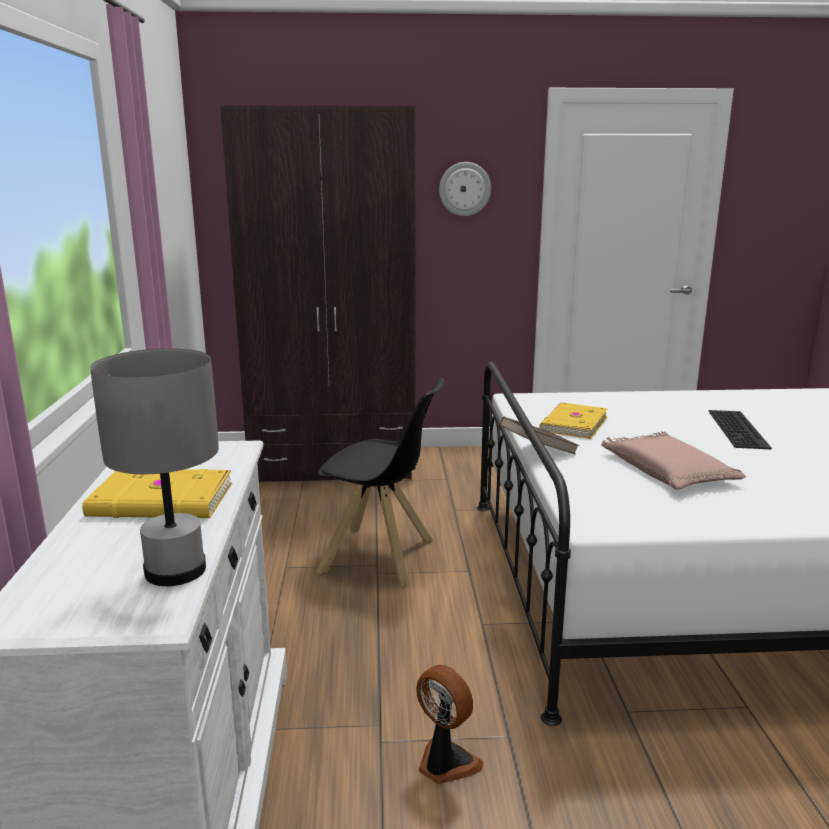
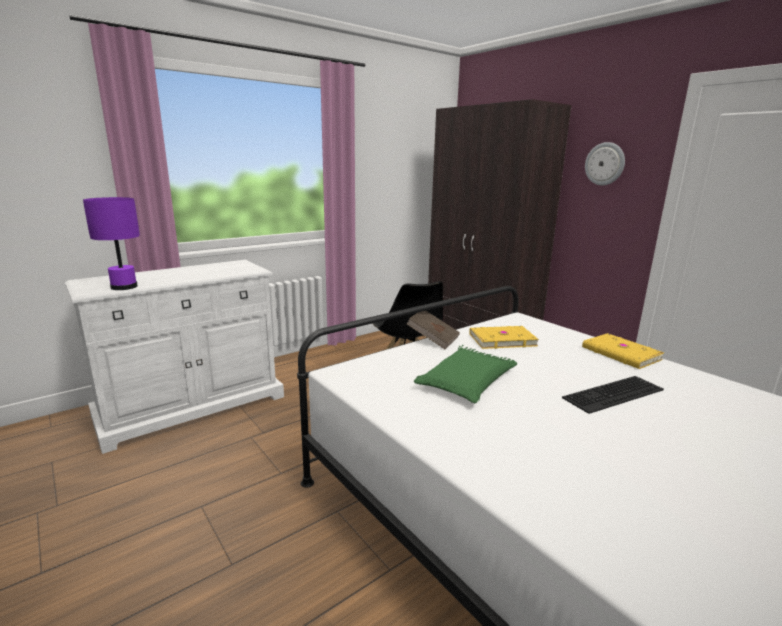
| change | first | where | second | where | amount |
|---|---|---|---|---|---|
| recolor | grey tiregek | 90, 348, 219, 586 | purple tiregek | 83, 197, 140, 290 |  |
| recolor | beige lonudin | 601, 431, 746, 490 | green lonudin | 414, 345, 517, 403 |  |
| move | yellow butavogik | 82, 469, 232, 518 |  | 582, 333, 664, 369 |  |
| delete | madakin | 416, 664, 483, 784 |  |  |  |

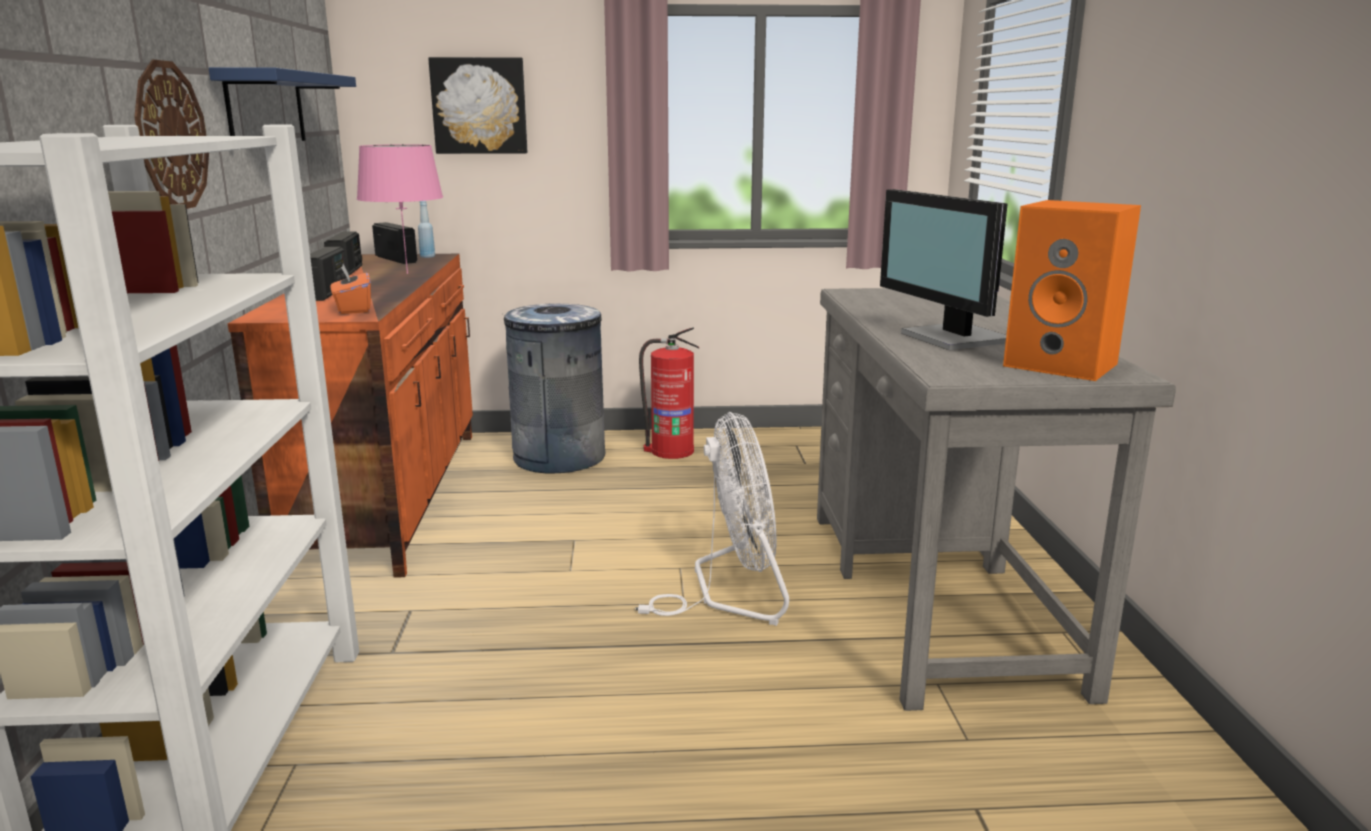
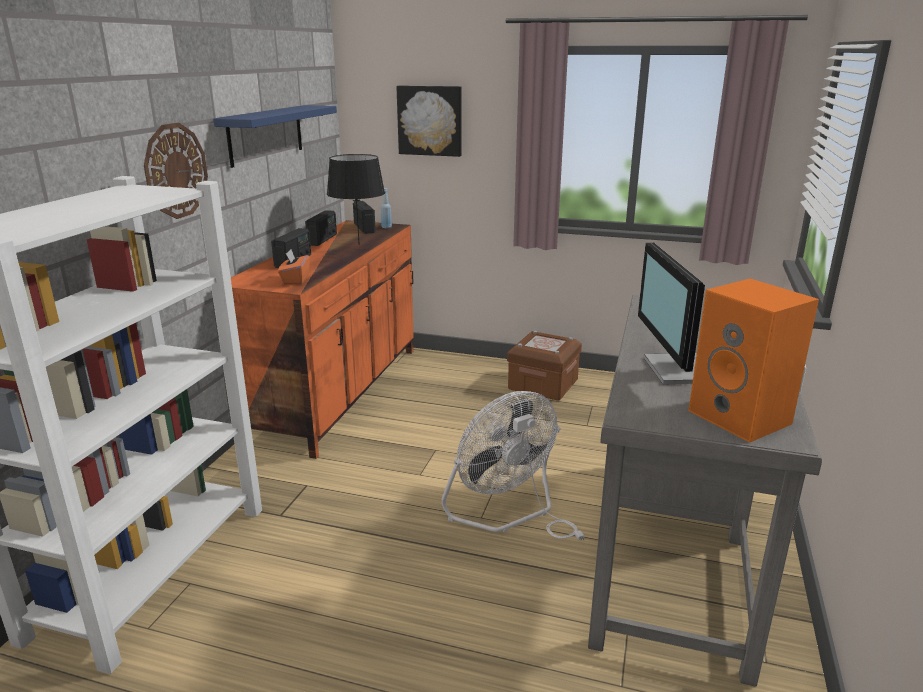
| change | first | where | second | where | amount |
|---|---|---|---|---|---|
| recolor | pink tiregek | 357, 144, 443, 274 | black tiregek | 327, 154, 385, 241 |  |
| rotate | white madakin | 634, 412, 789, 626 |  | 442, 391, 585, 540 | 135 degrees counterclockwise |
| replace | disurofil | 639, 327, 699, 459 | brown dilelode | 507, 331, 582, 401 |  |
| delete | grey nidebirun | 504, 304, 606, 473 |  |  |  |

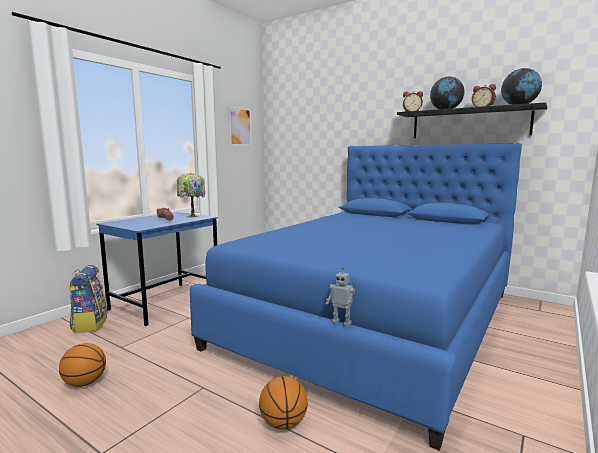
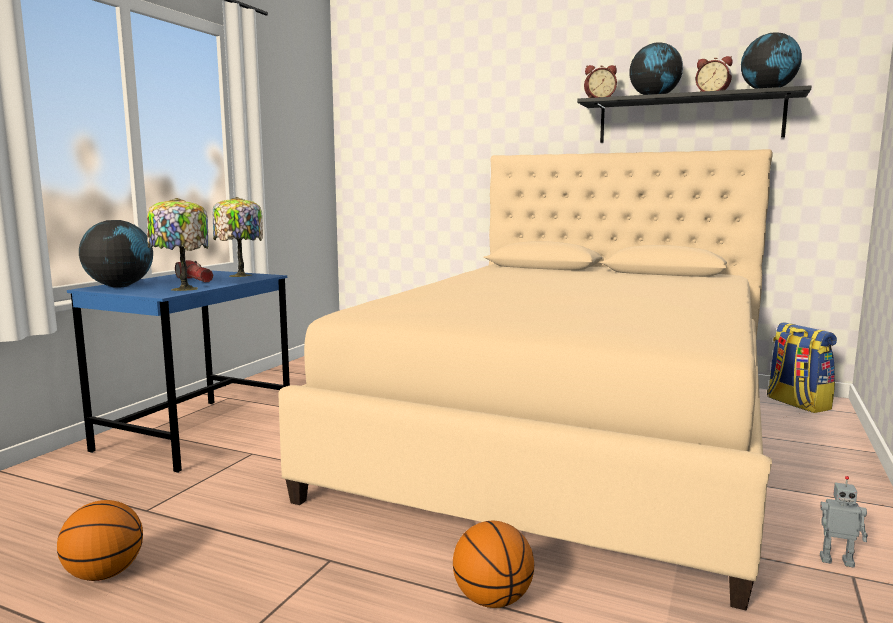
| change | first | where | second | where | amount |
|---|---|---|---|---|---|
| insert |  |  | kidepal | 79, 220, 153, 288 |  |
| insert |  |  | tiregek | 147, 198, 208, 291 |  |
| recolor | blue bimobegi | 190, 143, 522, 451 | beige bimobegi | 278, 149, 773, 611 |  |
| move | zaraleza | 69, 265, 107, 333 |  | 767, 322, 837, 413 |  |
| move | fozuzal | 326, 267, 355, 327 |  | 820, 476, 868, 568 |  |
| delete | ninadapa | 228, 106, 252, 146 |  |  |  |

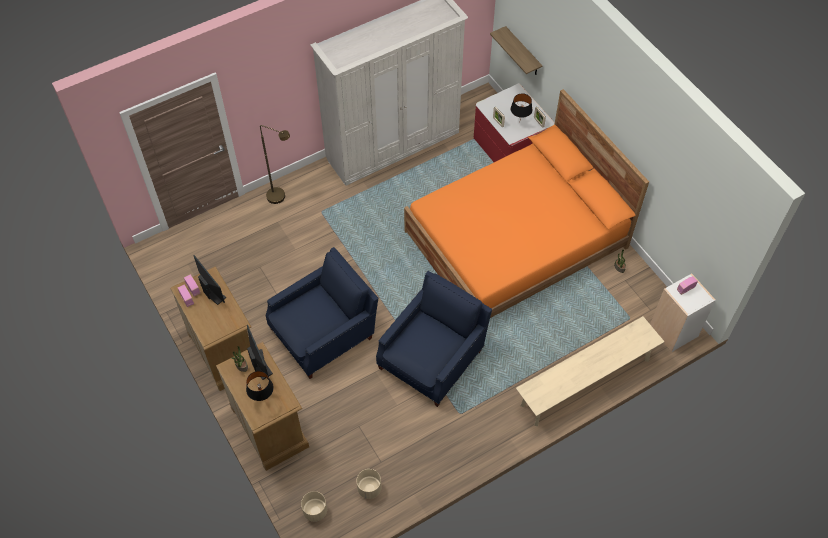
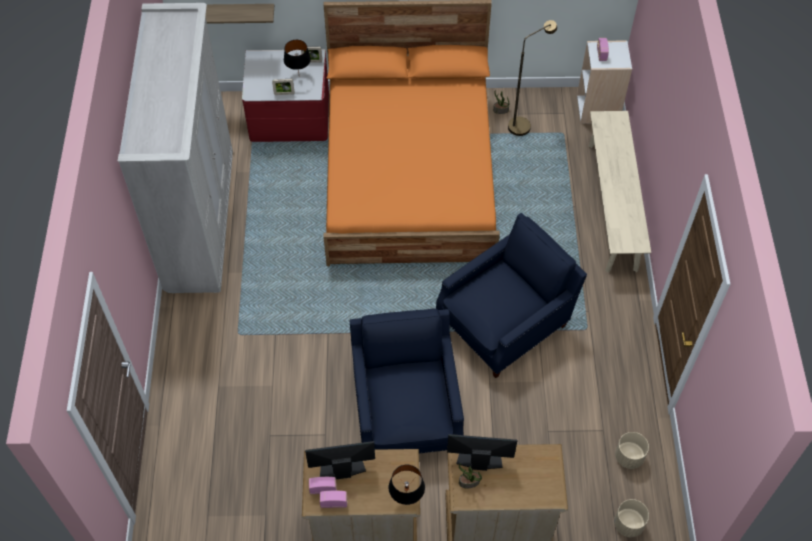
| change | first | where | second | where | amount |
|---|---|---|---|---|---|
| move | black tiregek | 246, 371, 274, 401 |  | 389, 465, 425, 505 |  |
| rotate | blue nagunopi | 376, 271, 492, 407 |  | 436, 213, 587, 378 | 75 degrees clockwise |
| move | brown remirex | 260, 125, 290, 204 |  | 508, 20, 557, 136 |  |

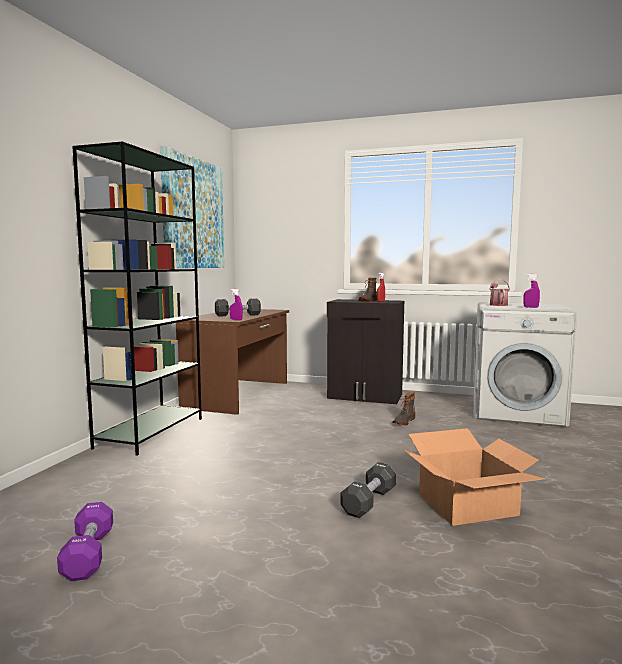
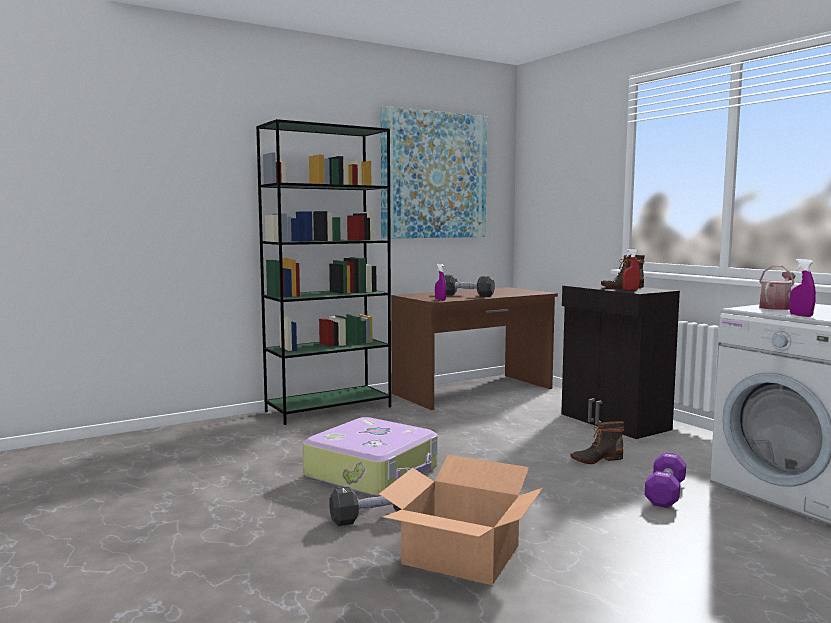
| change | first | where | second | where | amount |
|---|---|---|---|---|---|
| insert |  |  | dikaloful | 303, 417, 438, 497 |  |
| move | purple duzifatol | 57, 502, 113, 581 |  | 645, 452, 686, 508 |  |

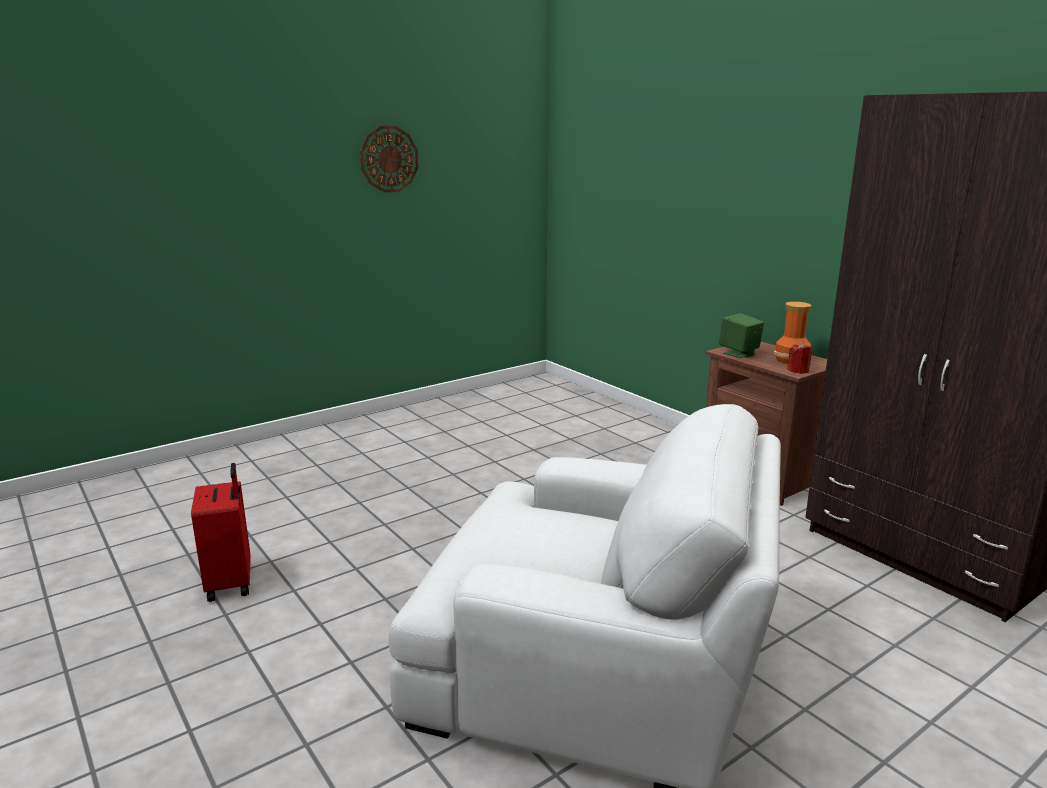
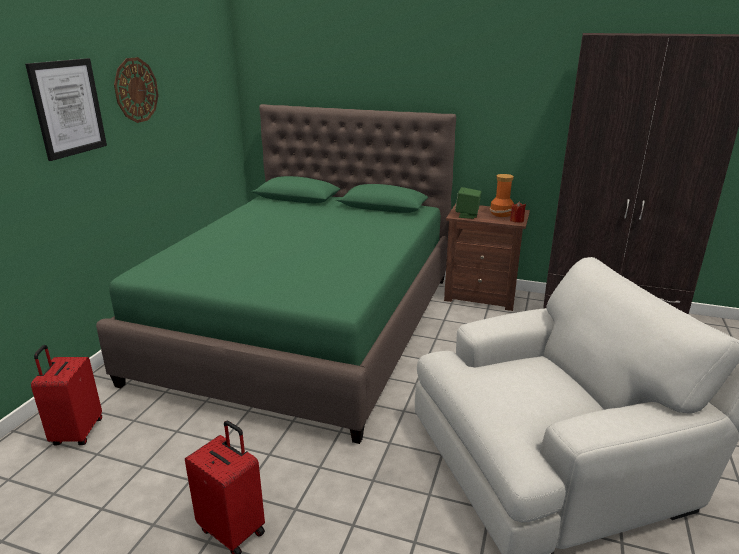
| change | first | where | second | where | amount |
|---|---|---|---|---|---|
| insert |  |  | ninadapa | 25, 58, 107, 161 |  |
| insert |  |  | red dikaloful | 31, 345, 102, 445 |  |
| insert |  |  | green bimobegi | 96, 104, 456, 444 |  |

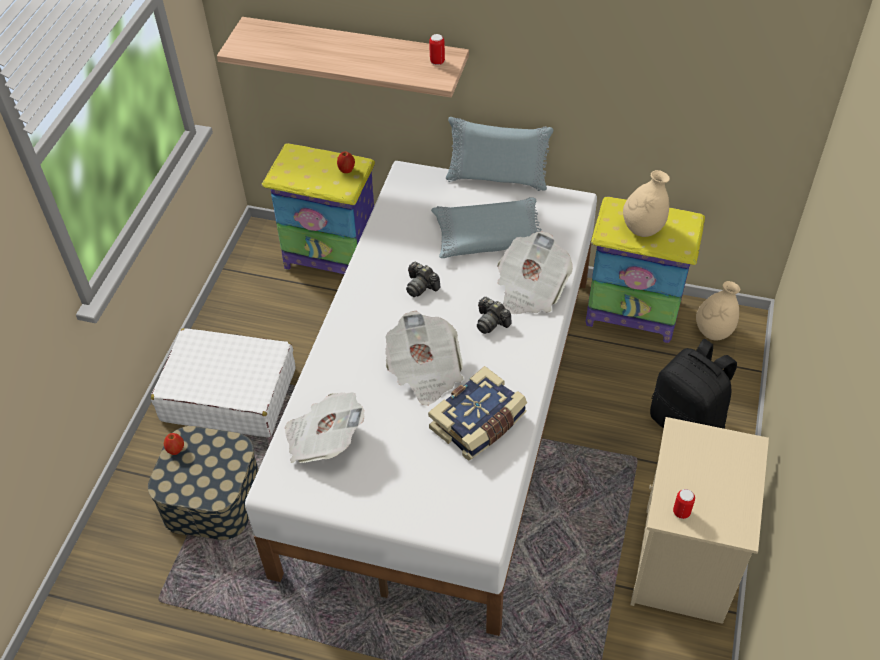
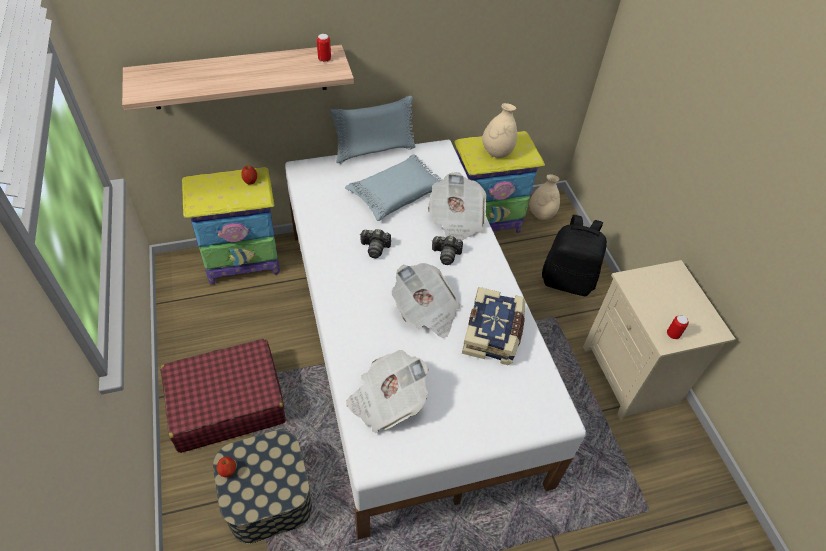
| change | first | where | second | where | amount |
|---|---|---|---|---|---|
| recolor | white dikaloful | 151, 328, 296, 437 | red dikaloful | 160, 338, 286, 453 |  |

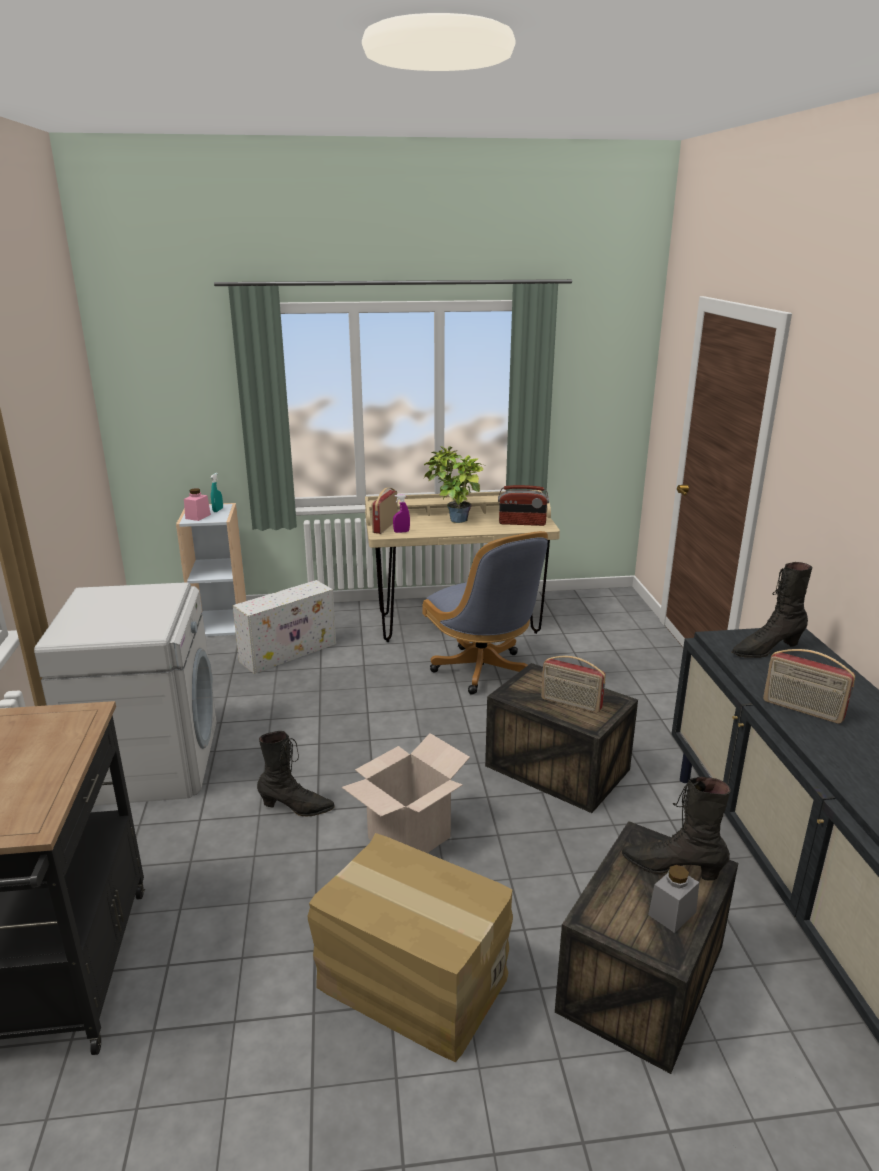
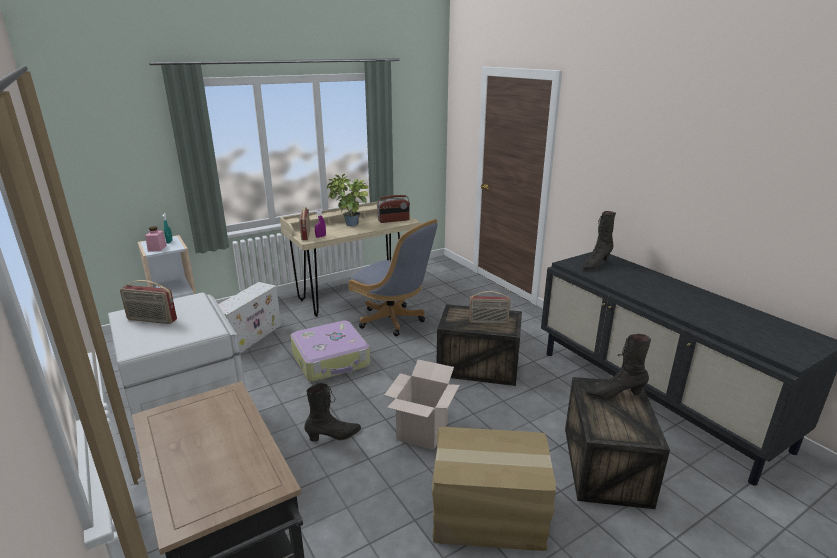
| change | first | where | second | where | amount |
|---|---|---|---|---|---|
| move | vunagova | 763, 649, 855, 724 |  | 120, 280, 177, 324 |  |
| insert |  |  | dikaloful | 290, 321, 370, 382 |  |
| delete | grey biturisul | 648, 865, 699, 933 |  |  |  |

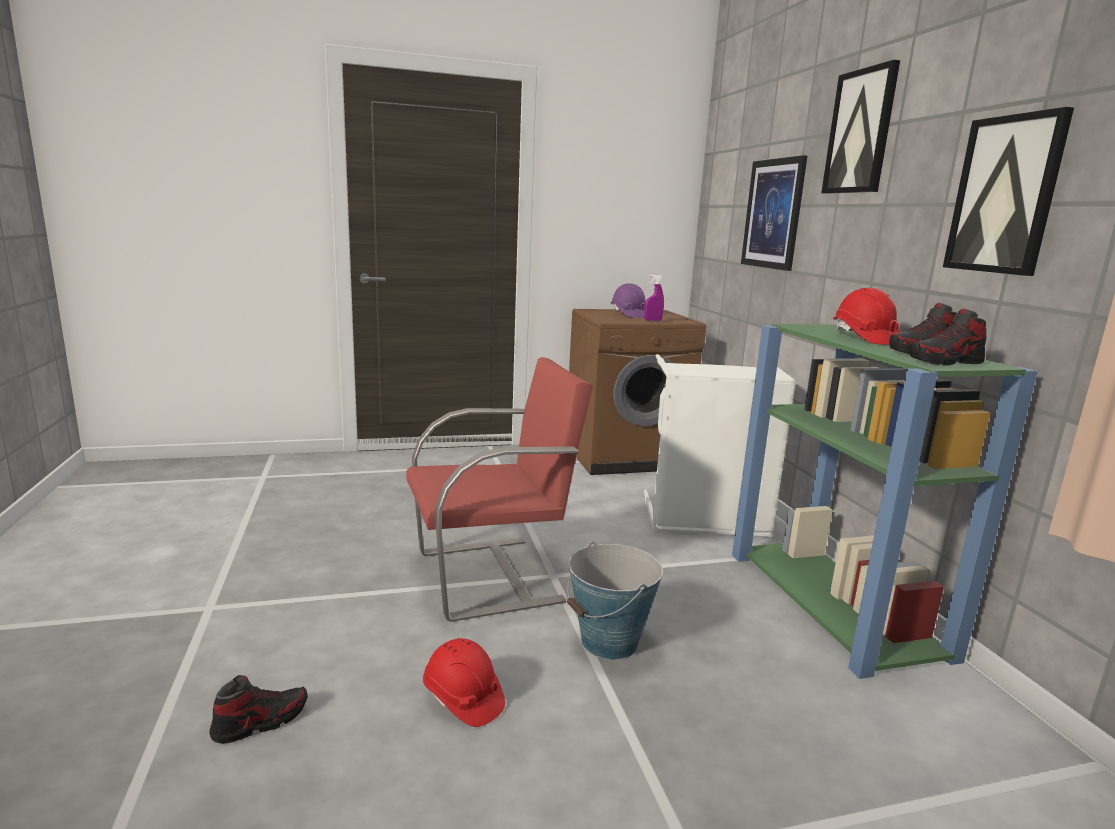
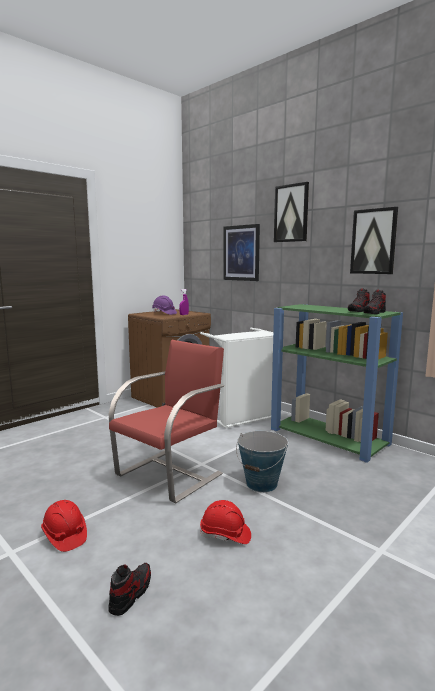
| change | first | where | second | where | amount |
|---|---|---|---|---|---|
| move | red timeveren | 833, 288, 901, 345 |  | 41, 500, 87, 552 |  |

